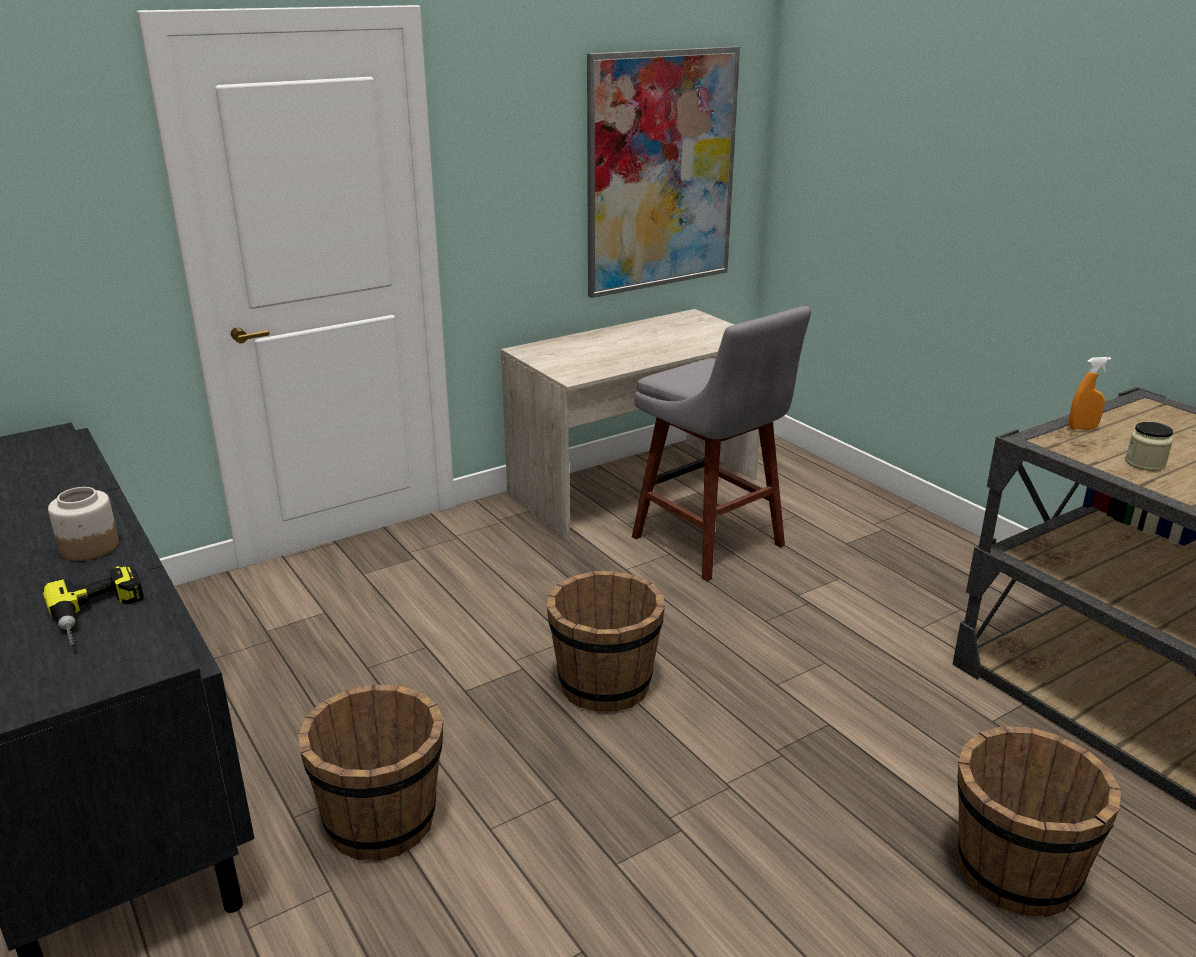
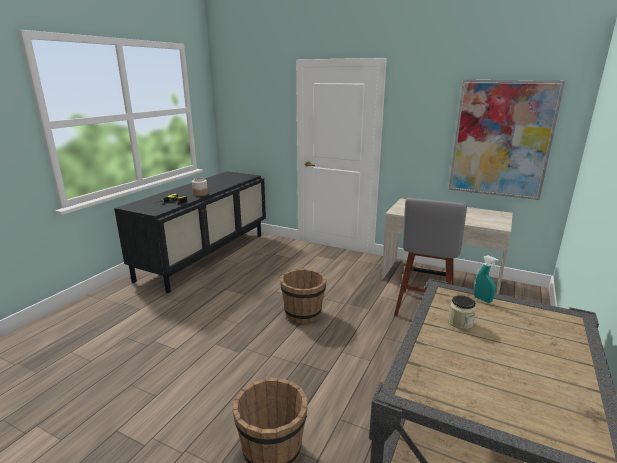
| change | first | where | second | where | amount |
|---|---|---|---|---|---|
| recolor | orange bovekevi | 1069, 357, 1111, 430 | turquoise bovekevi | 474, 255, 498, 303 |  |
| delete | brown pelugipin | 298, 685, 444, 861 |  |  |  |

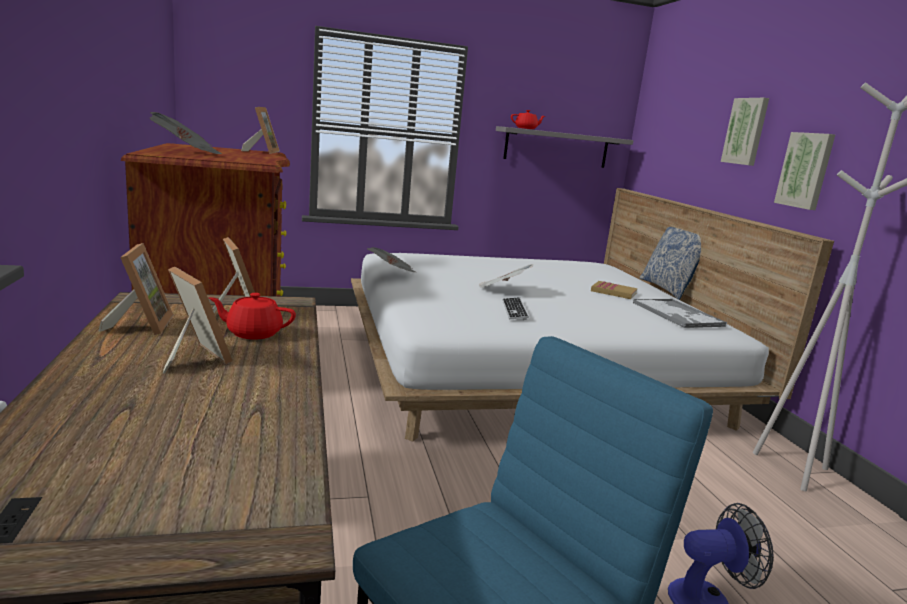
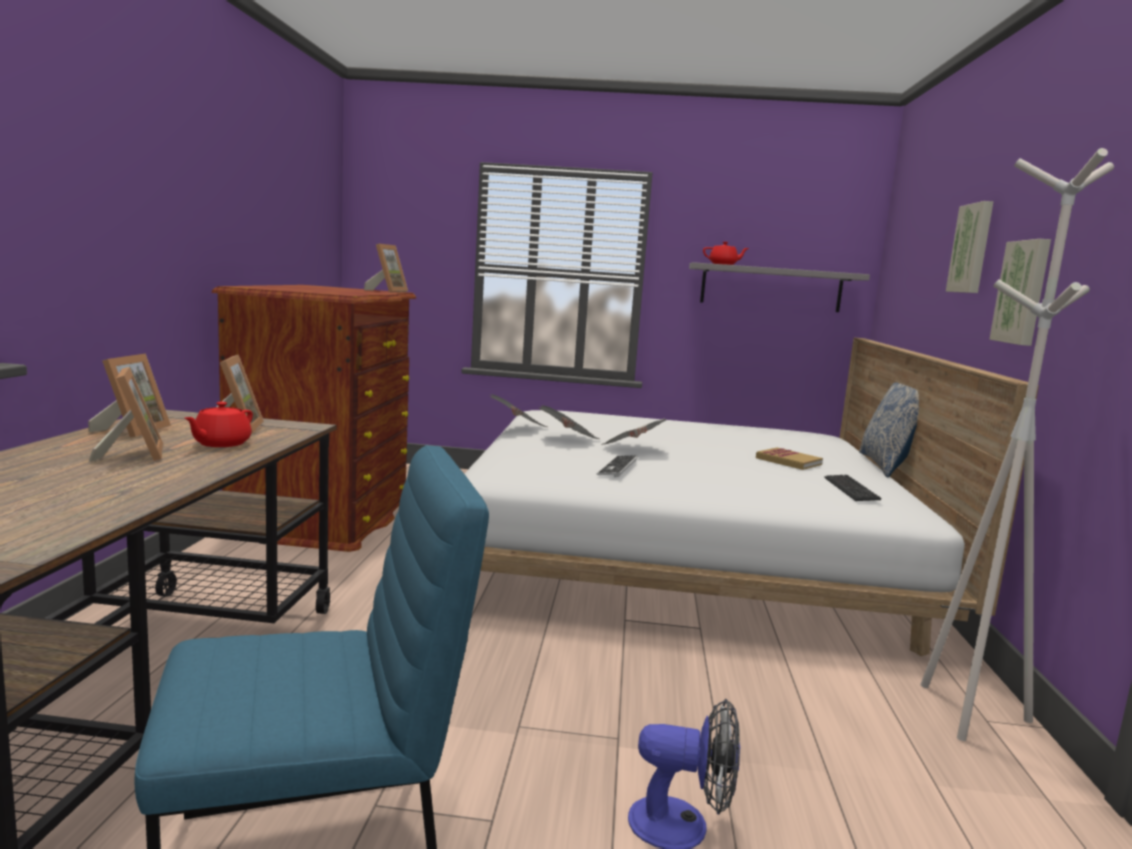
| change | first | where | second | where | amount |
|---|---|---|---|---|---|
| rotate | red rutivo | 209, 293, 296, 340 |  | 185, 402, 253, 447 | 90 degrees counterclockwise |
| move | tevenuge | 150, 112, 222, 154 |  | 539, 405, 599, 439 |  |
| replace | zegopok | 633, 299, 727, 328 | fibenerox | 825, 475, 881, 501 |  |

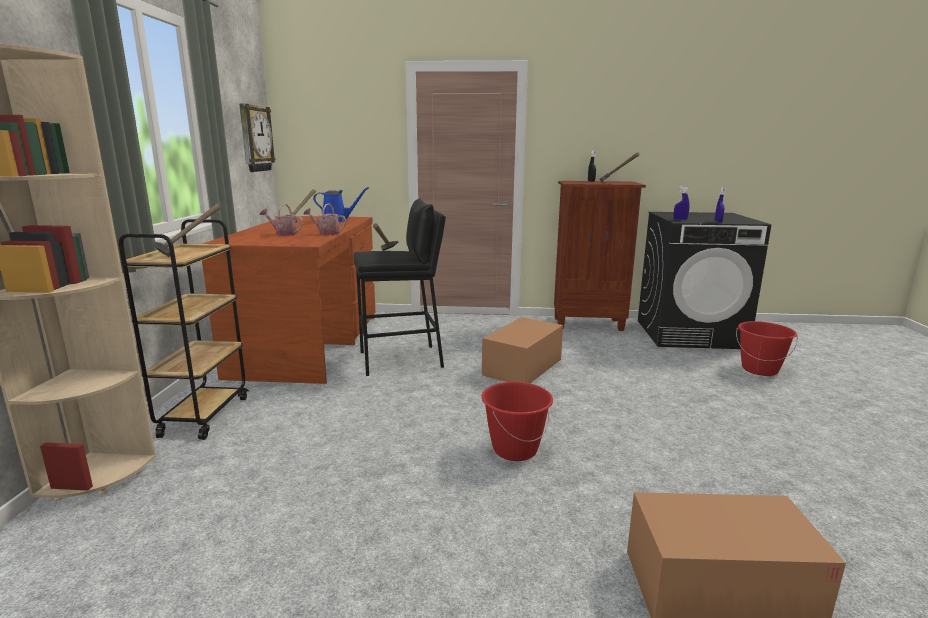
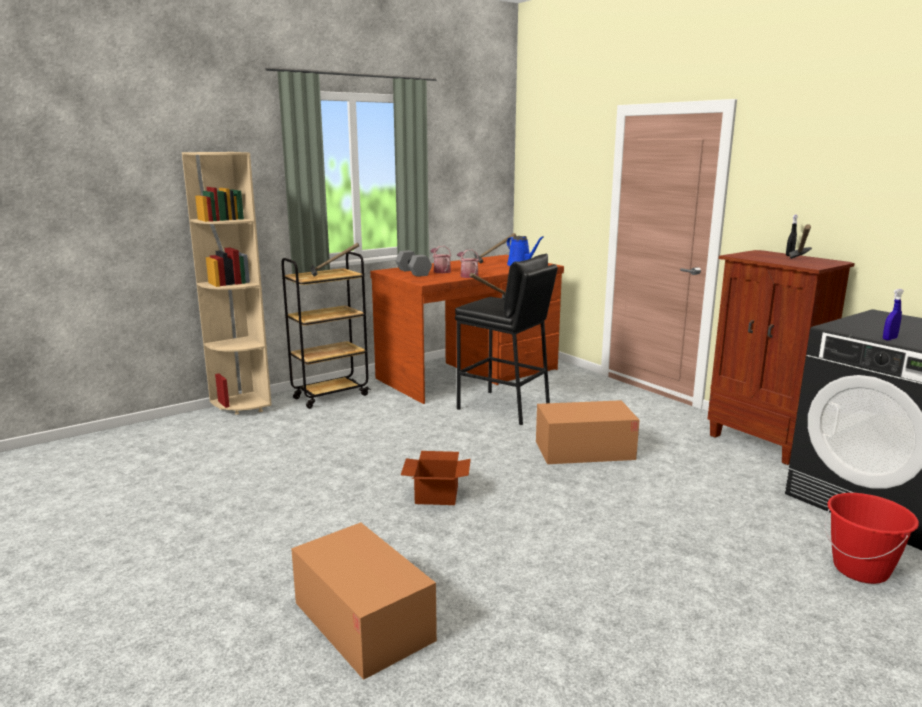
| change | first | where | second | where | amount |
|---|---|---|---|---|---|
| insert |  |  | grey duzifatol | 395, 250, 432, 277 |  |
| replace | red pelugipin | 481, 382, 553, 461 | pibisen | 401, 451, 471, 505 |  |
| delete | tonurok | 239, 103, 276, 172 |  |  |  |
| delete | blue bovekevi | 674, 186, 690, 220 |  |  |  |

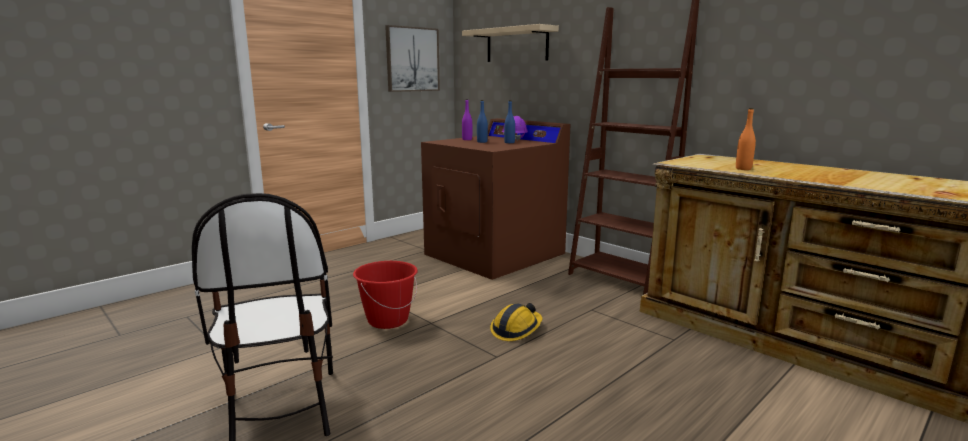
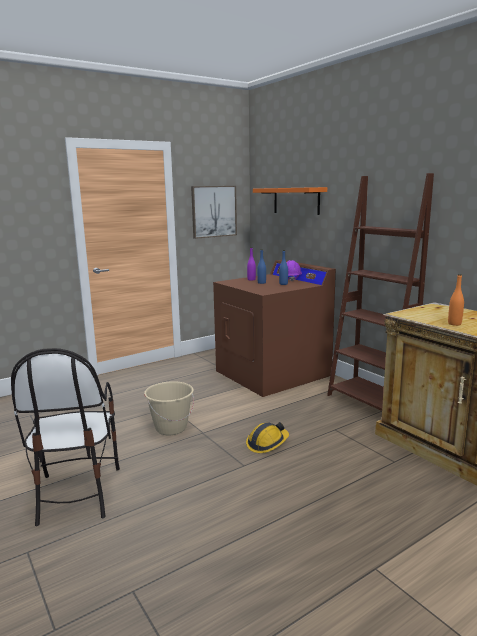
| change | first | where | second | where | amount |
|---|---|---|---|---|---|
| recolor | red pelugipin | 353, 261, 418, 329 | beige pelugipin | 144, 381, 194, 435 |  |
| recolor | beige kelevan | 462, 24, 559, 62 | orange kelevan | 253, 187, 327, 215 |  |

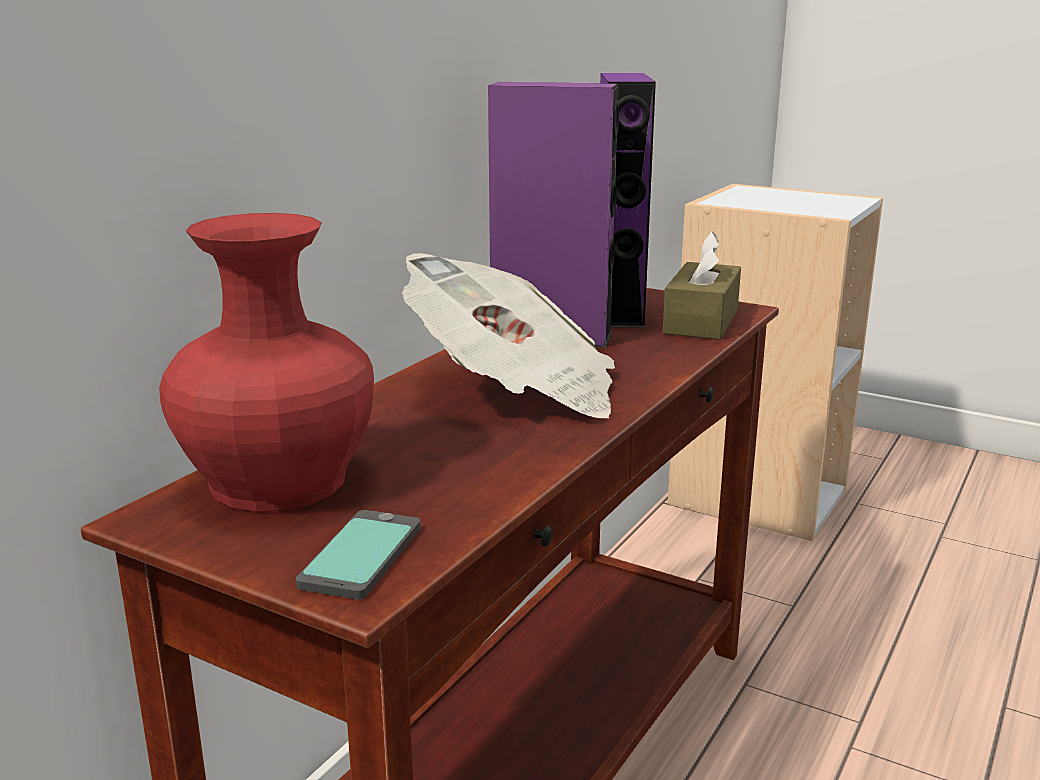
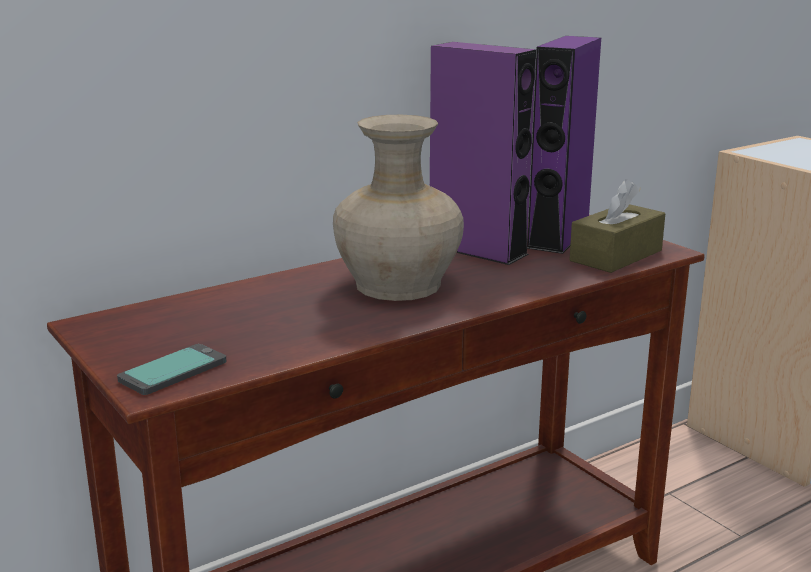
| change | first | where | second | where | amount |
|---|---|---|---|---|---|
| replace | tevenuge | 402, 253, 615, 418 | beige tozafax | 333, 115, 464, 301 |  |
| delete | red tozafax | 159, 213, 374, 512 |  |  |  |

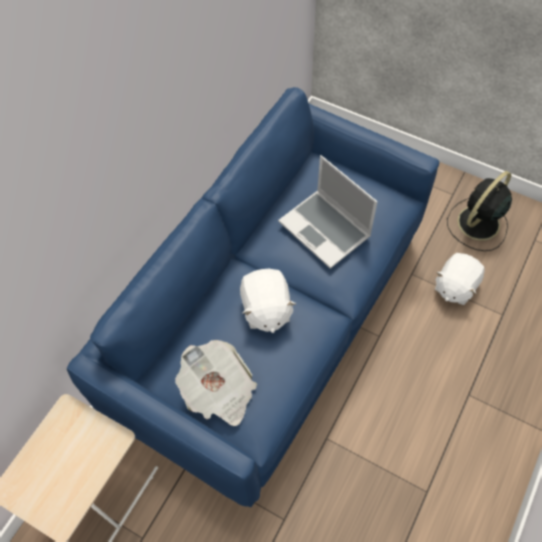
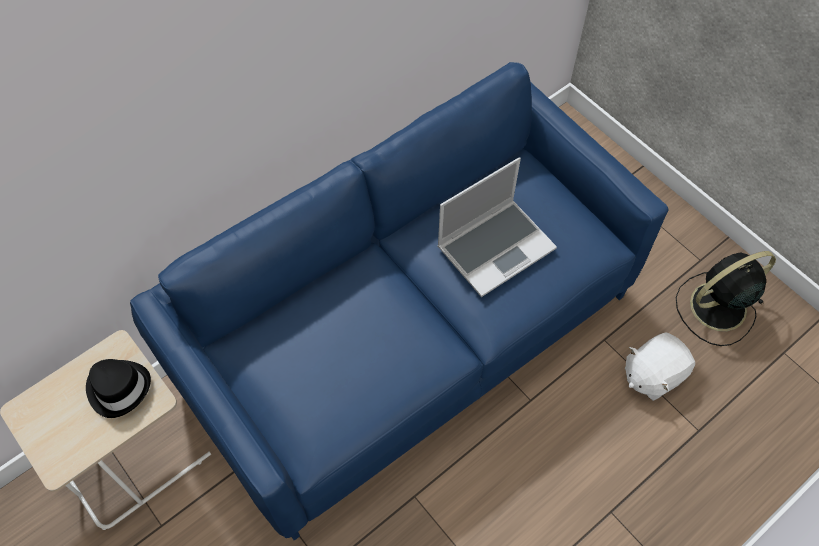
| change | first | where | second | where | amount |
|---|---|---|---|---|---|
| insert |  |  | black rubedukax | 86, 359, 151, 418 |  |
| rotate | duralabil | 278, 155, 378, 269 |  | 437, 157, 557, 297 | 105 degrees counterclockwise |
| delete | tevenuge | 175, 340, 257, 426 |  |  |  |
| delete | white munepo | 240, 269, 296, 333 |  |  |  |

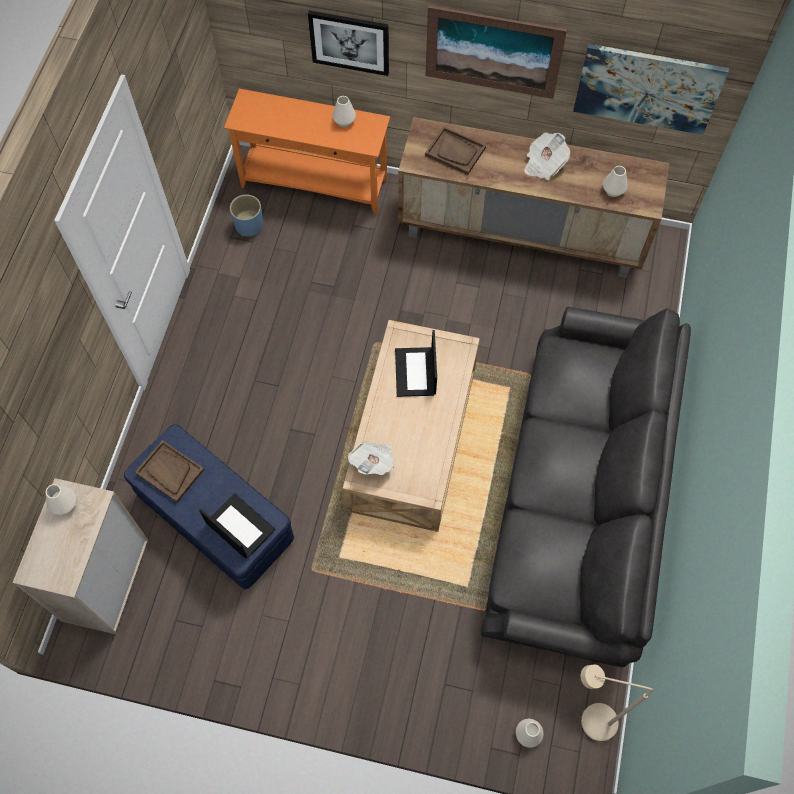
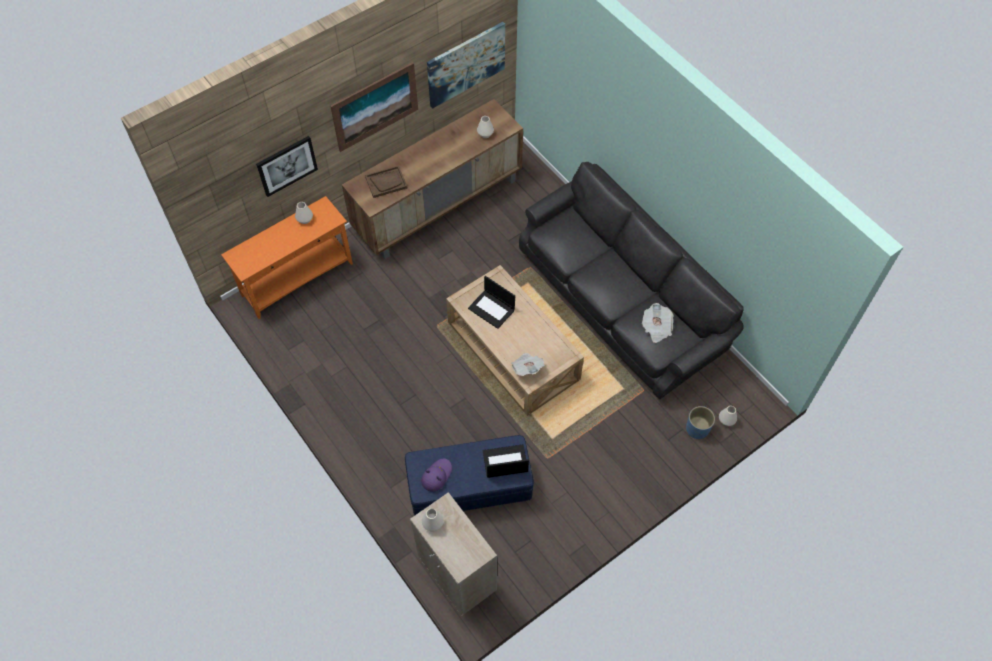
| change | first | where | second | where | amount |
|---|---|---|---|---|---|
| replace | brown zegopok | 135, 440, 204, 503 | purple rubedukax | 421, 459, 452, 492 |  |
| move | tevenuge | 524, 132, 570, 180 |  | 642, 303, 673, 343 |  |
| move | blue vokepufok | 230, 195, 263, 237 |  | 686, 406, 715, 439 |  |
| delete | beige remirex | 580, 664, 653, 742 |  |  |  |

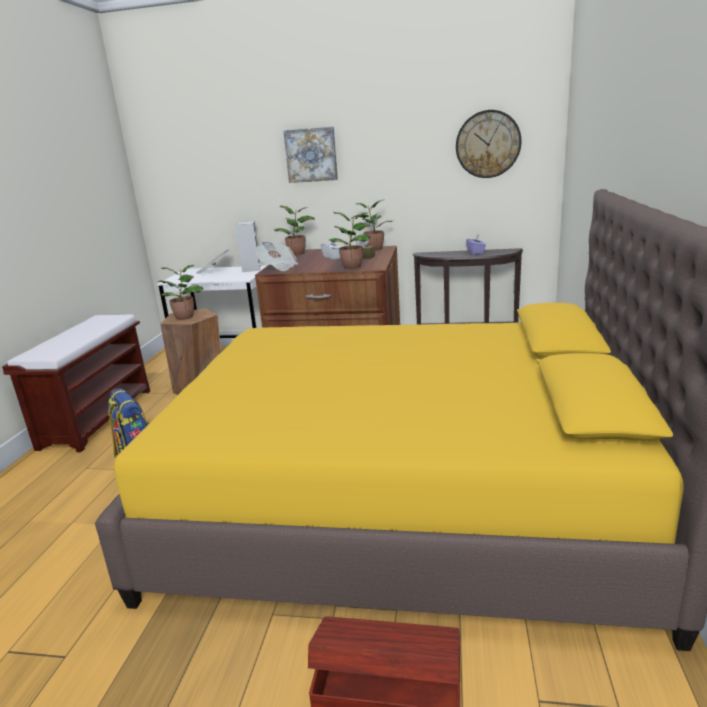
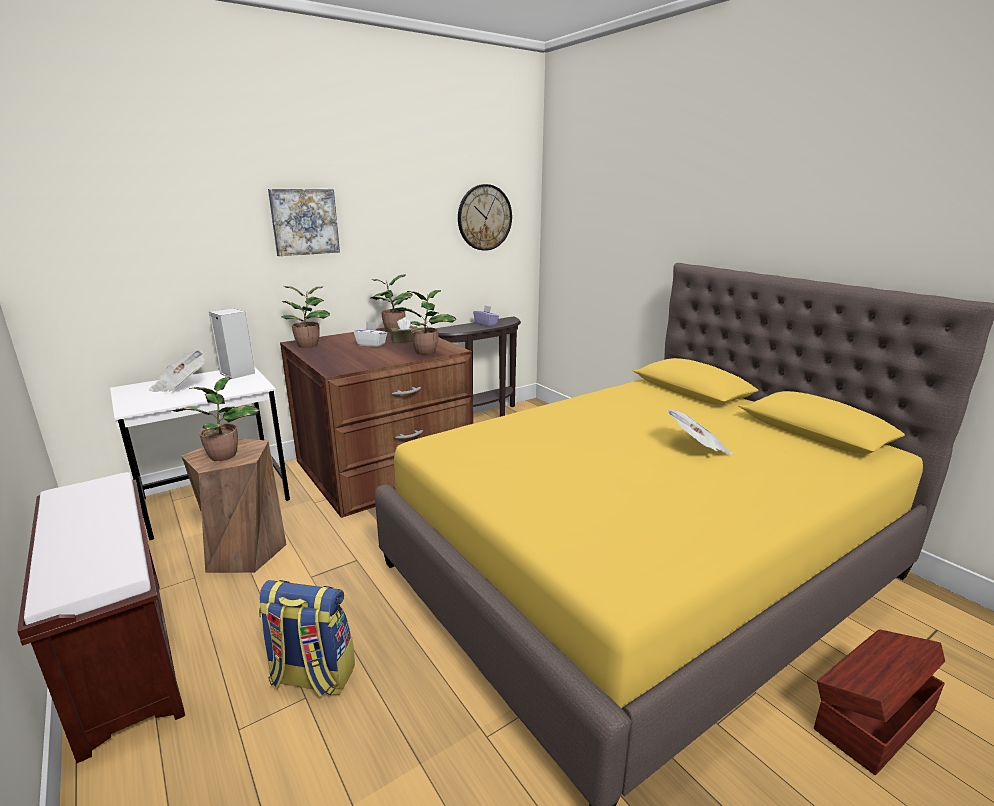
| change | first | where | second | where | amount |
|---|---|---|---|---|---|
| move | tevenuge | 255, 241, 298, 271 |  | 665, 410, 734, 455 |  |

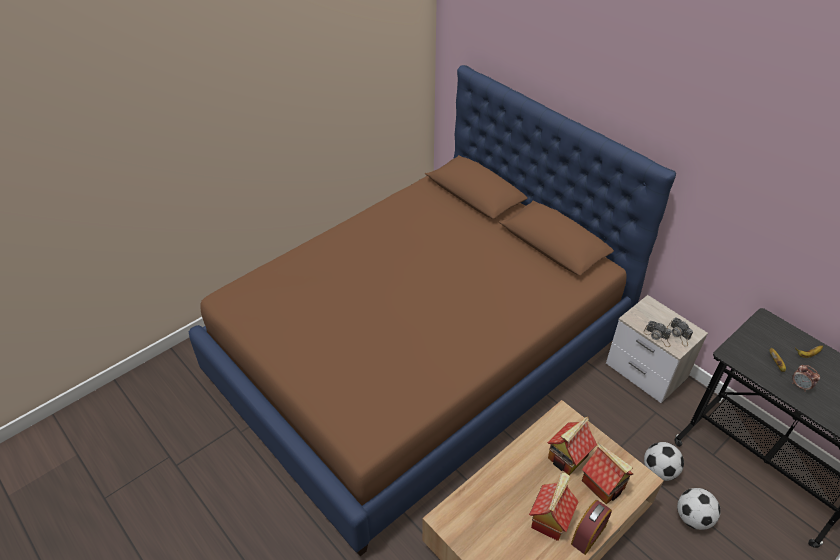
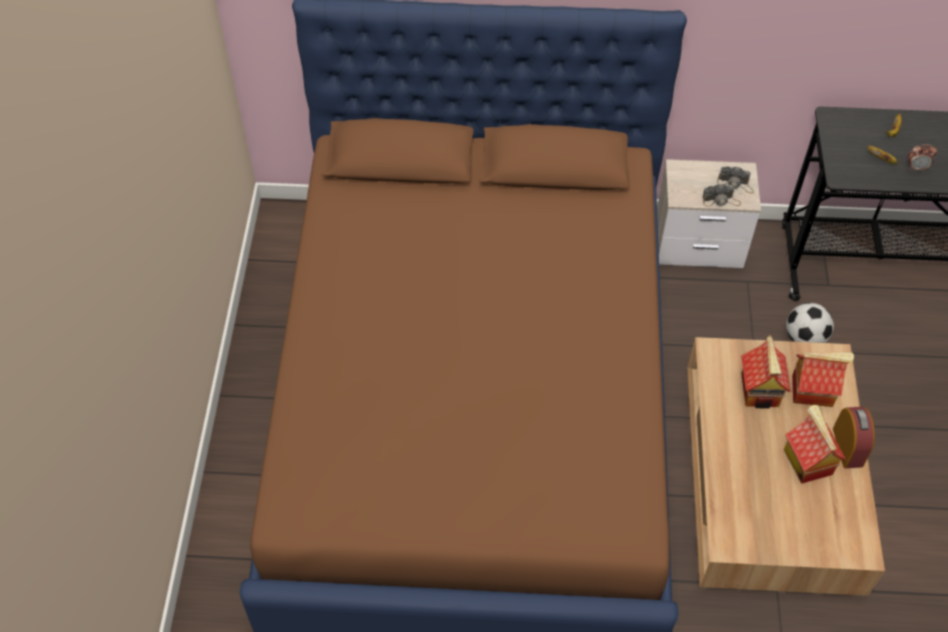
| change | first | where | second | where | amount |
|---|---|---|---|---|---|
| delete | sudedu | 677, 488, 721, 530 |  |  |  |

